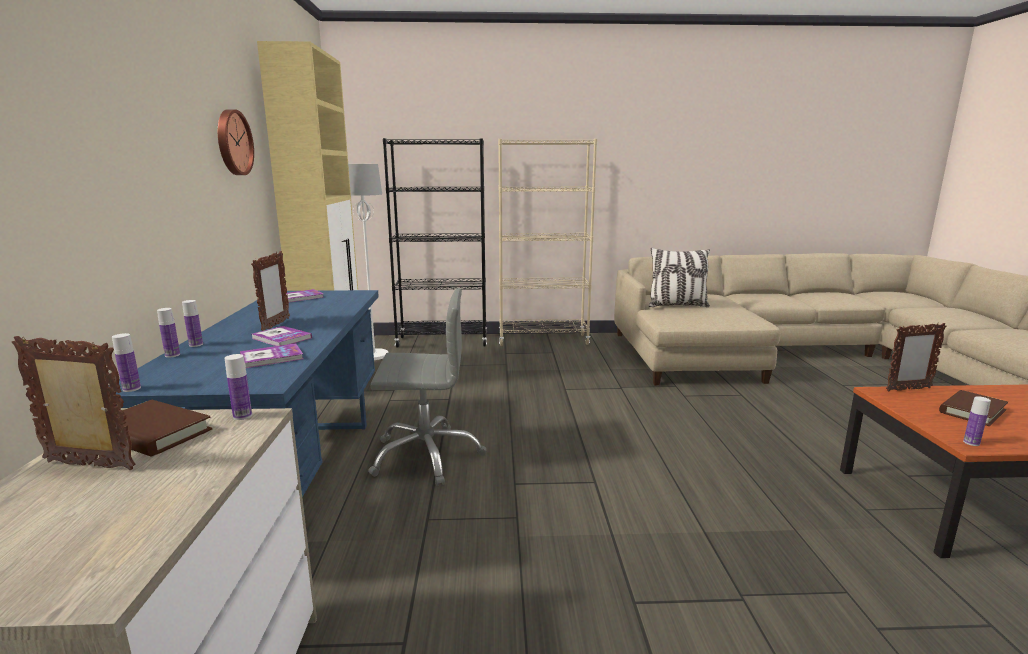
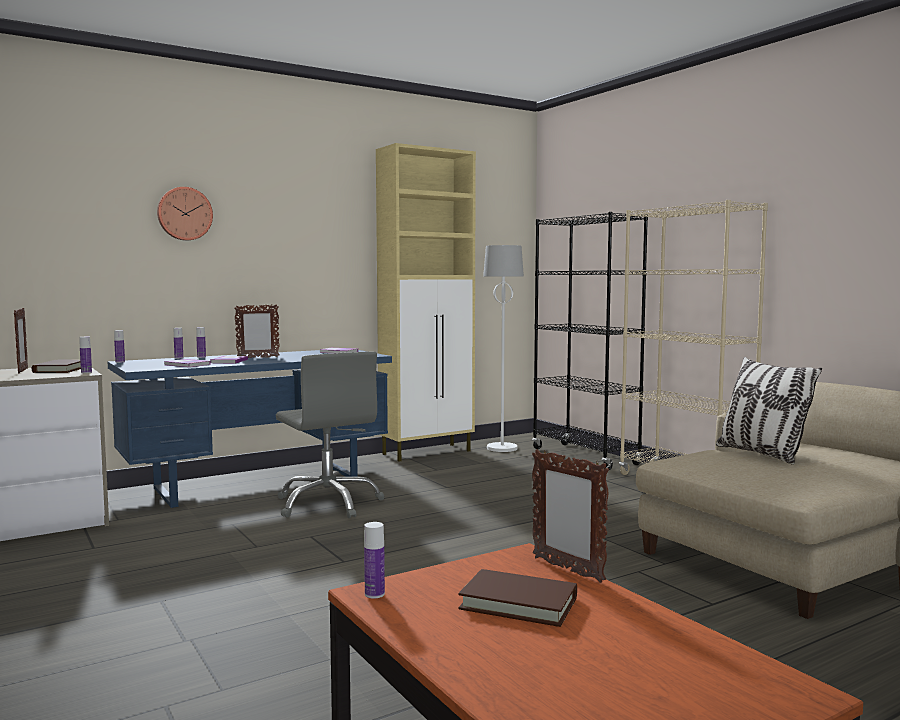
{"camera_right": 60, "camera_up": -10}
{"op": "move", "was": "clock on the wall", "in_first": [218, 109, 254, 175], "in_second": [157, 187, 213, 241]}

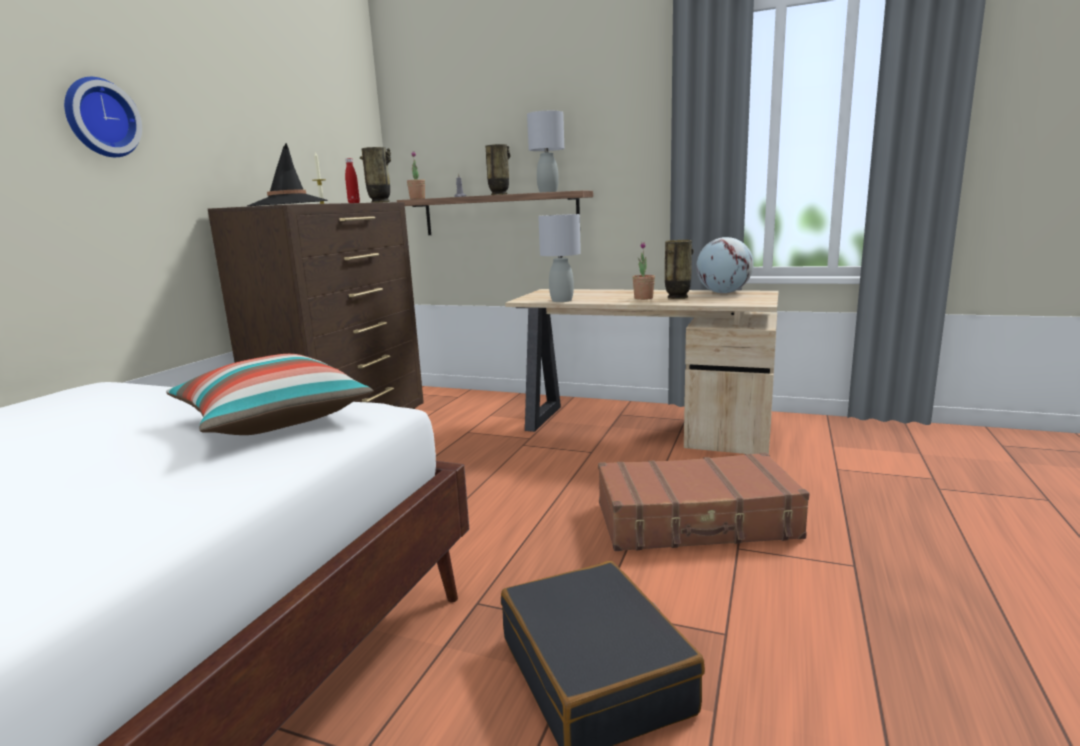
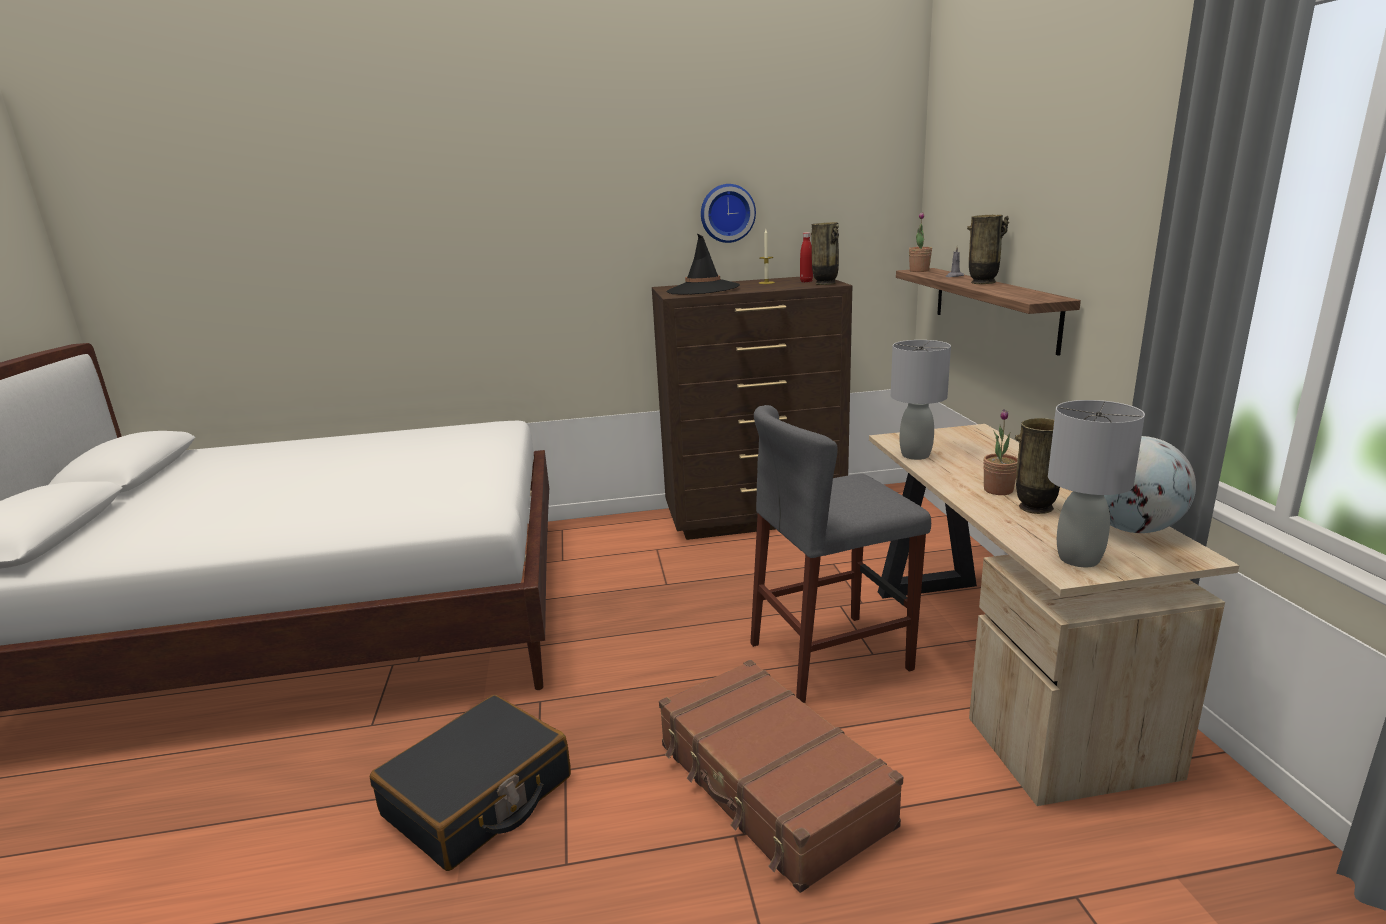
{"camera_right": 60, "camera_up": 5}
{"op": "delete", "was": "cushion", "in_first": [166, 354, 374, 435]}
{"op": "insert", "now": "sitting stool in gray", "in_second": [750, 405, 931, 703]}
{"op": "move", "was": "clock on the wall", "in_first": [64, 77, 142, 157], "in_second": [701, 184, 756, 243]}
{"op": "move", "was": "table lamp in gray", "in_first": [527, 111, 564, 193], "in_second": [1048, 400, 1145, 567]}

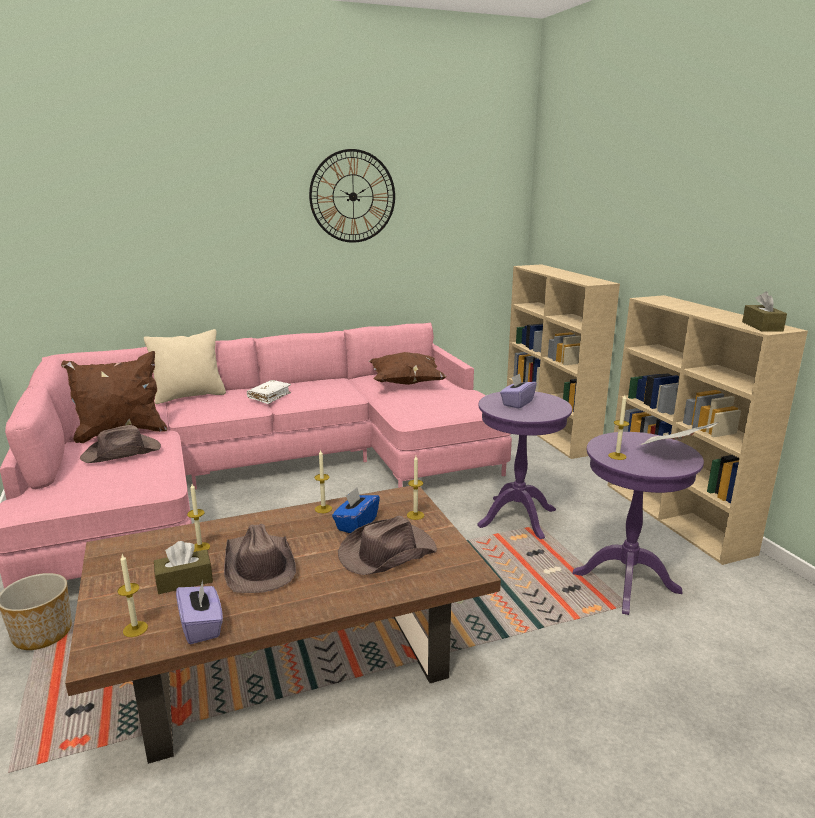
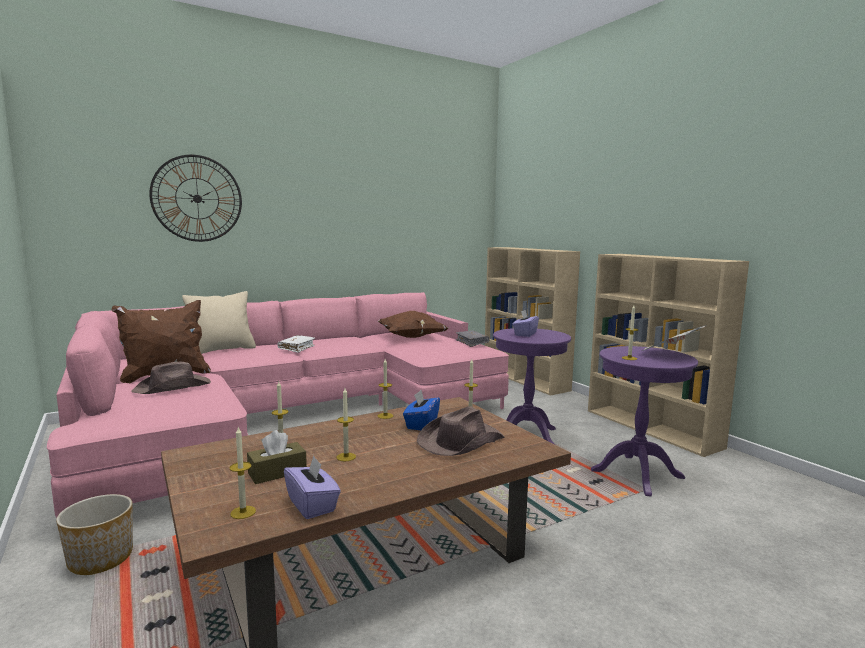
{"camera_right": -10, "camera_up": -10}
{"op": "delete", "was": "tissue box in brown", "in_first": [742, 292, 787, 332]}
{"op": "insert", "now": "volume in gray", "in_second": [456, 330, 490, 347]}
{"op": "move", "was": "clock on the wall", "in_first": [309, 149, 395, 243], "in_second": [149, 154, 242, 242]}
{"op": "replace", "was": "wearable hat in brown", "now": "wax candle", "in_first": [224, 524, 296, 593], "in_second": [337, 388, 356, 461]}

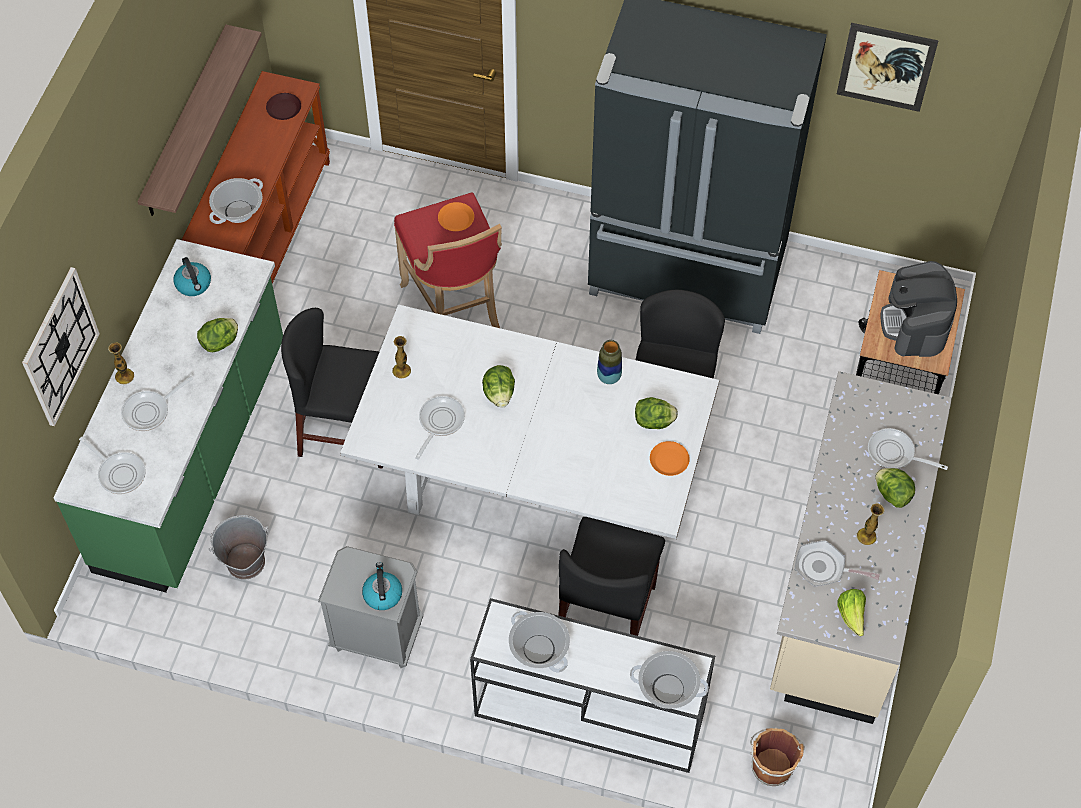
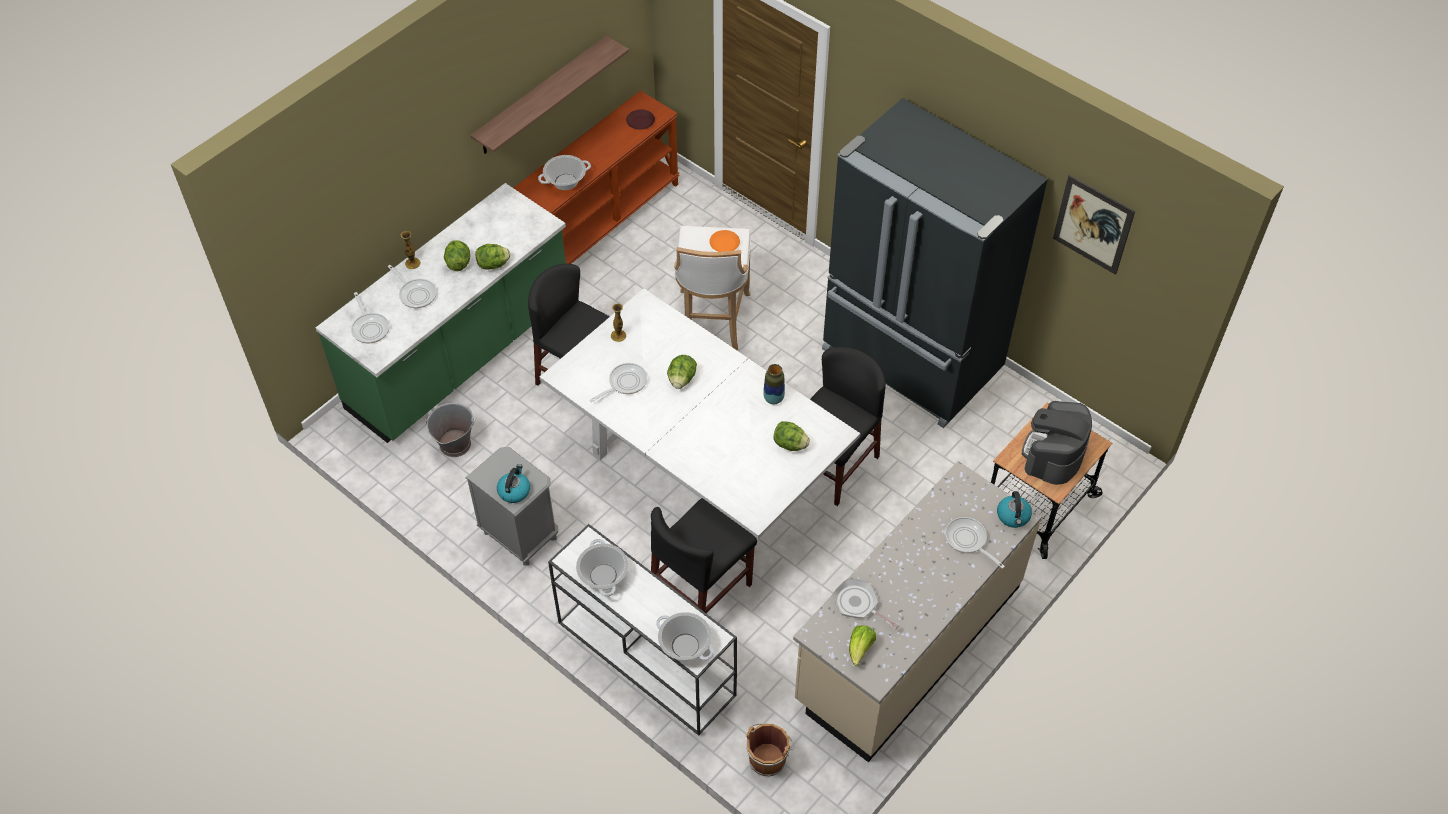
{"camera_right": 25, "camera_up": -5}
{"op": "delete", "was": "clock on the wall", "in_first": [22, 267, 100, 426]}
{"op": "delete", "was": "dinner plate in orangey", "in_first": [650, 441, 690, 476]}
{"op": "delete", "was": "flower vase", "in_first": [857, 503, 885, 545]}
{"op": "move", "was": "kettle", "in_first": [173, 257, 211, 296], "in_second": [997, 491, 1032, 528]}
{"op": "move", "was": "head of lettuce", "in_first": [875, 468, 915, 508], "in_second": [444, 240, 470, 271]}
{"op": "recolor", "was": "sitting stool in reddish", "now": "sitting stool in whitish", "in_first": [394, 193, 502, 328], "in_second": [674, 226, 751, 351]}
{"op": "rotate", "was": "frying pan", "in_first": [121, 376, 193, 431], "in_second": [388, 265, 437, 308], "clockwise": -120}

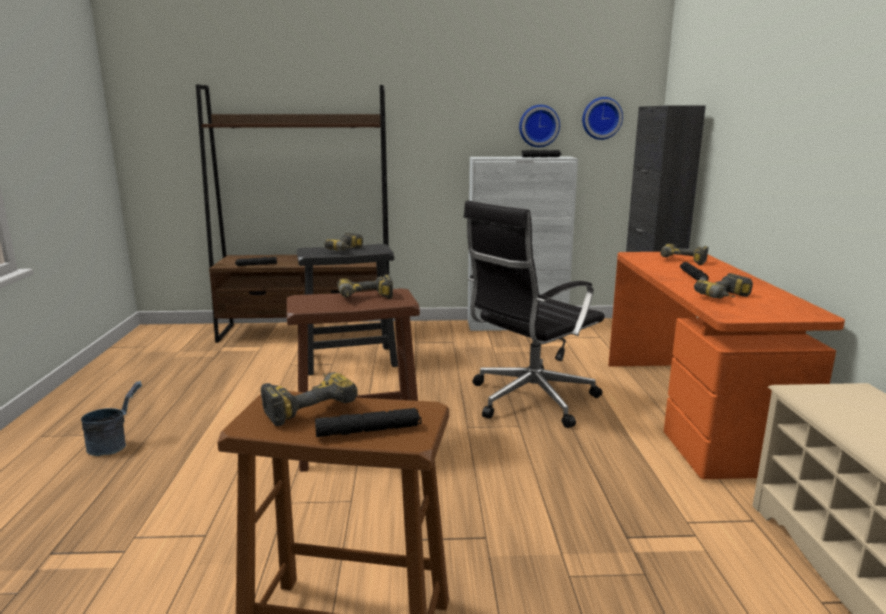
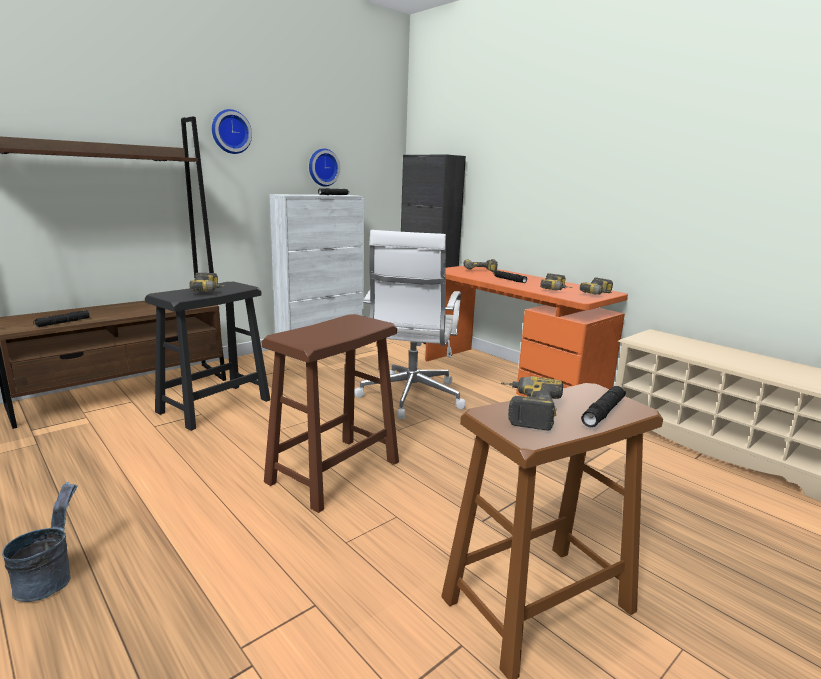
{"camera_right": -40, "camera_up": 0}
{"op": "move", "was": "electric drill", "in_first": [337, 274, 393, 299], "in_second": [580, 277, 613, 295]}
{"op": "move", "was": "clock on the wall", "in_first": [582, 97, 623, 140], "in_second": [212, 109, 252, 154]}
{"op": "recolor", "was": "computer chair in blackish", "now": "computer chair in whitish", "in_first": [464, 201, 604, 428], "in_second": [354, 230, 466, 419]}

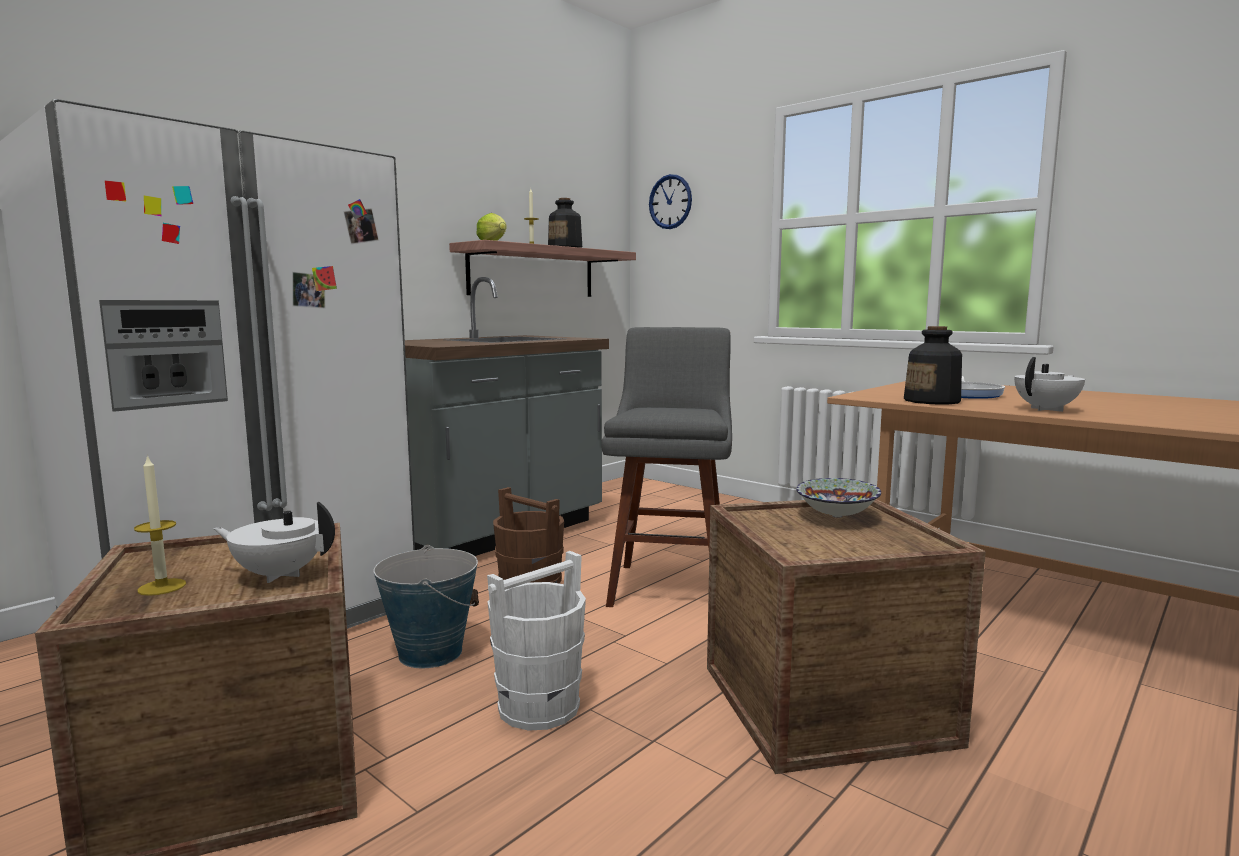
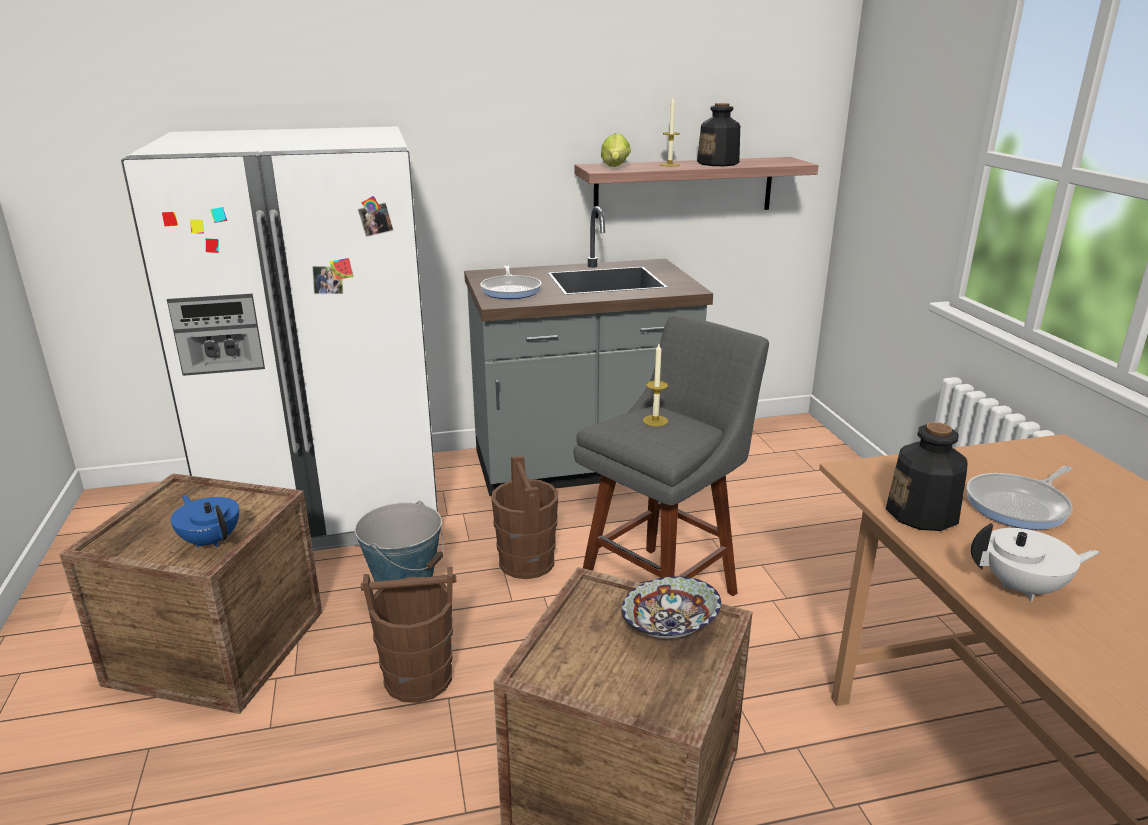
{"camera_right": 35, "camera_up": 15}
{"op": "delete", "was": "clock on the wall", "in_first": [649, 174, 692, 229]}
{"op": "insert", "now": "frying pan", "in_second": [480, 265, 541, 299]}
{"op": "move", "was": "wax candle", "in_first": [134, 455, 186, 596], "in_second": [643, 344, 668, 427]}
{"op": "recolor", "was": "tea pot in whitish", "now": "tea pot in blue", "in_first": [213, 502, 335, 583], "in_second": [170, 495, 239, 548]}
{"op": "recolor", "was": "water bucket in whitish", "now": "water bucket in brown", "in_first": [487, 551, 586, 731], "in_second": [361, 566, 456, 703]}

